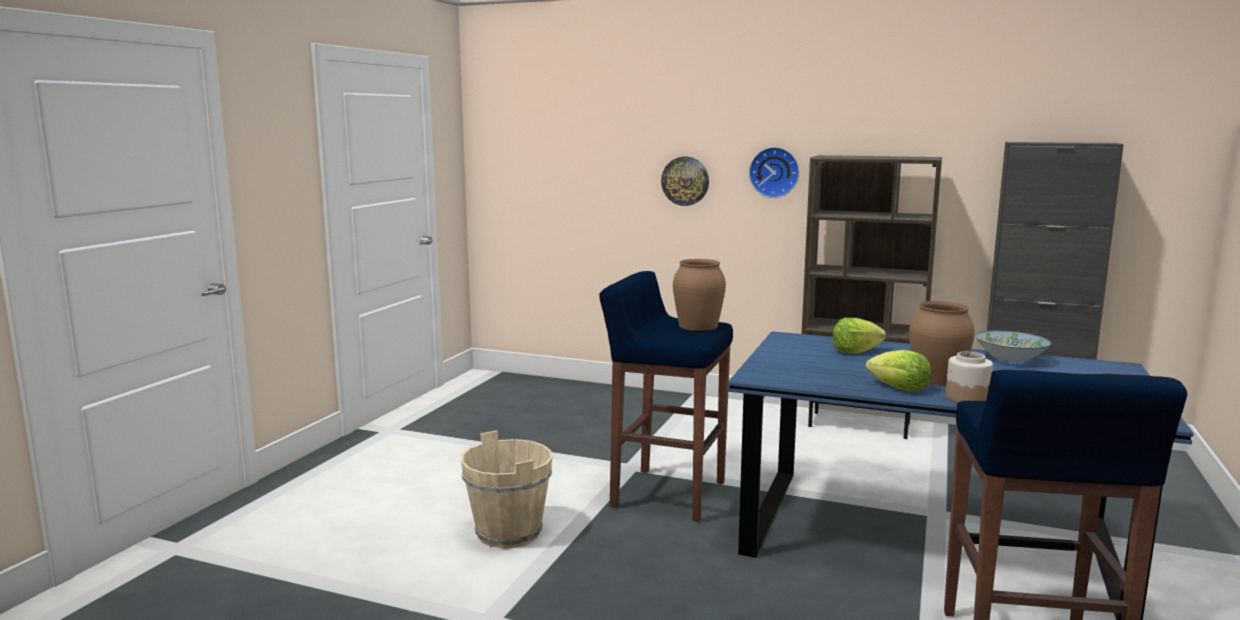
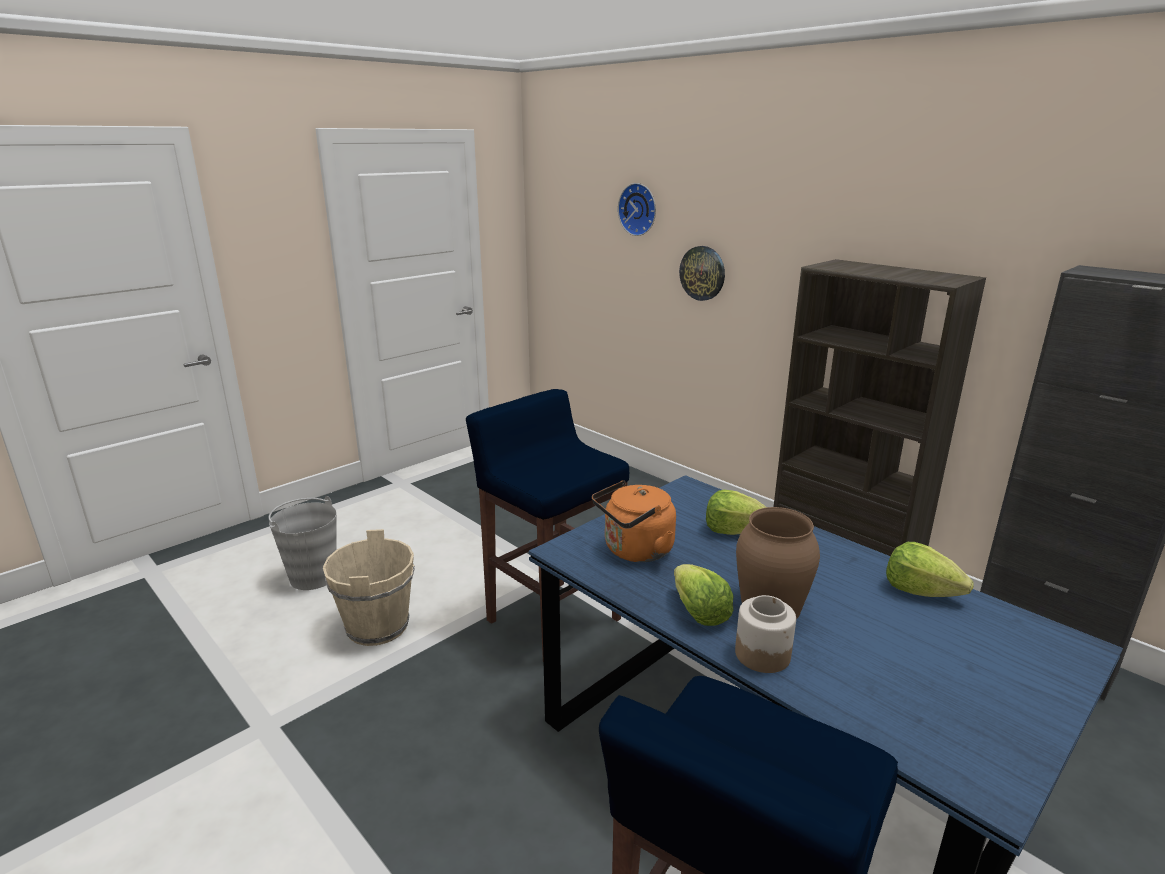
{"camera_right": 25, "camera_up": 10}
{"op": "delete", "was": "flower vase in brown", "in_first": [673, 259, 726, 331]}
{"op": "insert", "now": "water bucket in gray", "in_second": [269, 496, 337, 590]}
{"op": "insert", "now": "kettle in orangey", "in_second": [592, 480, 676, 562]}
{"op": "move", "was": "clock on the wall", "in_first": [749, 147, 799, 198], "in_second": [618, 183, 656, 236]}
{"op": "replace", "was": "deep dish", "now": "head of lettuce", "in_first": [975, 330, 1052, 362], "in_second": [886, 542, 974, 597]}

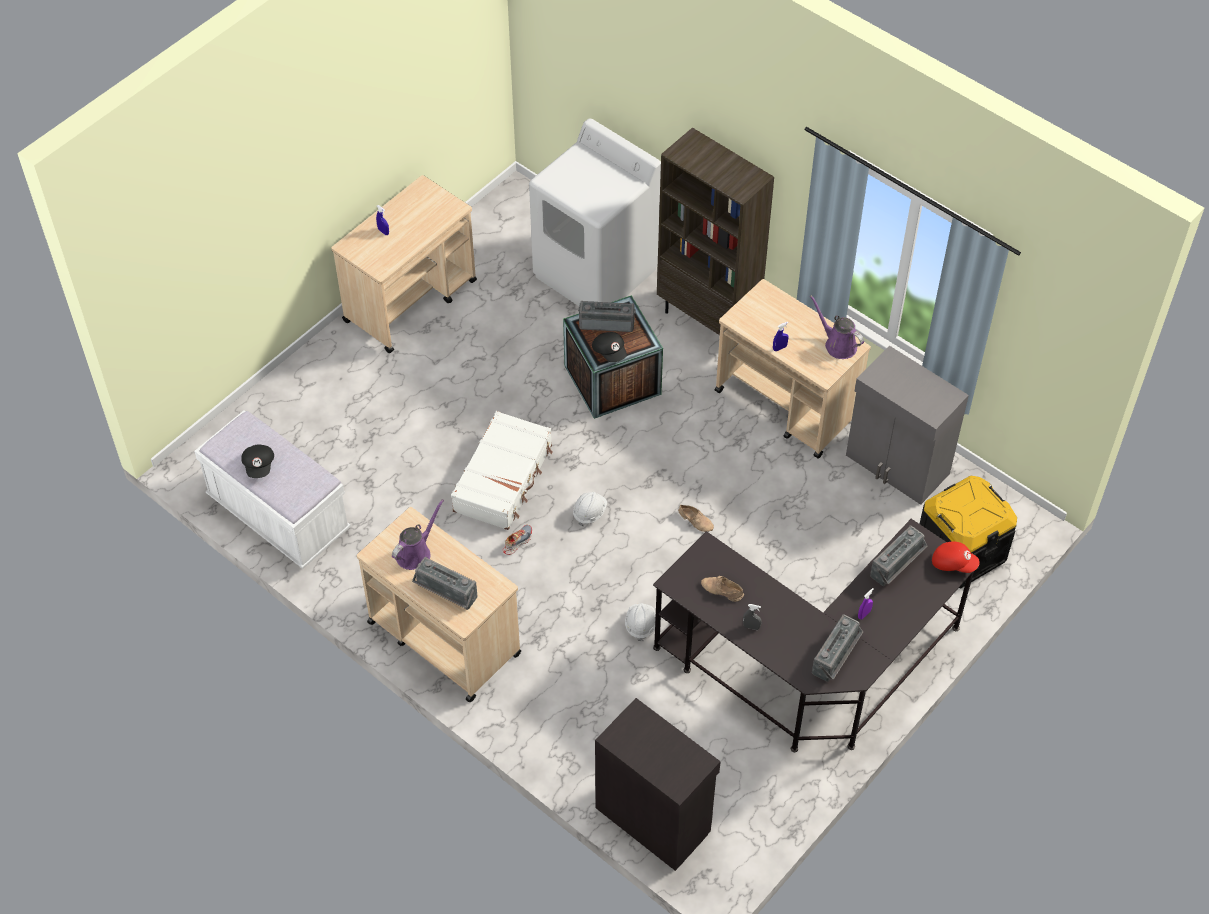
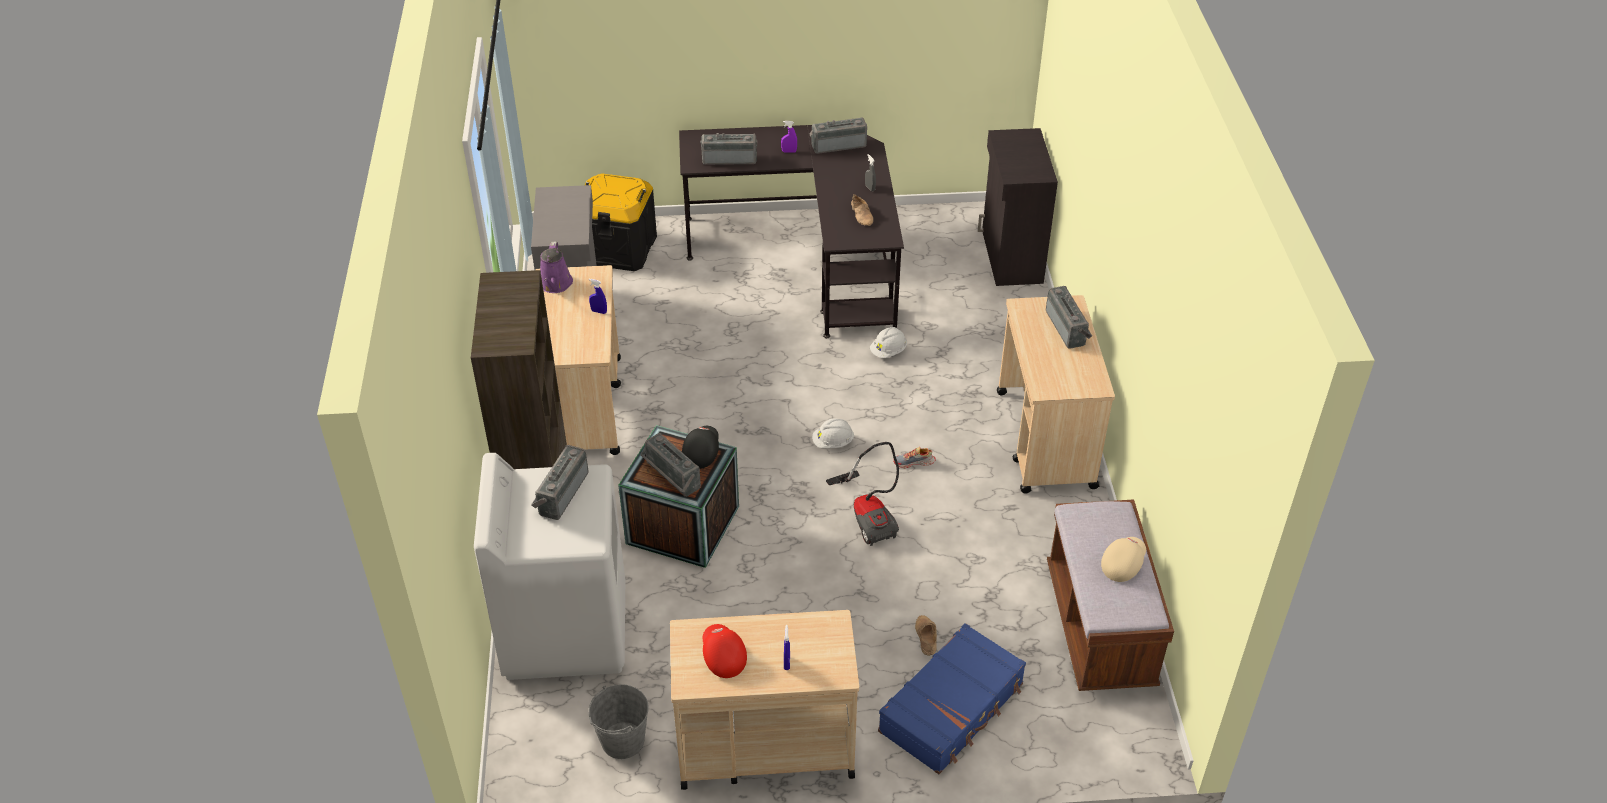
{"camera_right": -135, "camera_up": -10}
{"op": "delete", "was": "watering can in purple", "in_first": [392, 499, 444, 570]}
{"op": "insert", "now": "radio set", "in_second": [531, 445, 588, 520]}
{"op": "insert", "now": "water bucket in gray", "in_second": [588, 684, 649, 759]}
{"op": "insert", "now": "travel case in blue", "in_second": [878, 623, 1026, 774]}
{"op": "move", "was": "shoe in beige", "in_first": [678, 505, 714, 532], "in_second": [915, 615, 937, 656]}
{"op": "move", "was": "baseball cap in reddish", "in_first": [932, 541, 980, 573], "in_second": [703, 624, 747, 678]}
{"op": "replace", "was": "travel case in whitish", "now": "vacuum cleaner", "in_first": [451, 411, 553, 530], "in_second": [826, 442, 899, 546]}
{"op": "recolor", "was": "bench in whitish", "now": "bench in brown", "in_first": [194, 410, 351, 569], "in_second": [1047, 499, 1174, 691]}
{"op": "recolor", "was": "baseball cap in blackish", "now": "baseball cap in beige", "in_first": [241, 444, 274, 478], "in_second": [1101, 537, 1146, 582]}

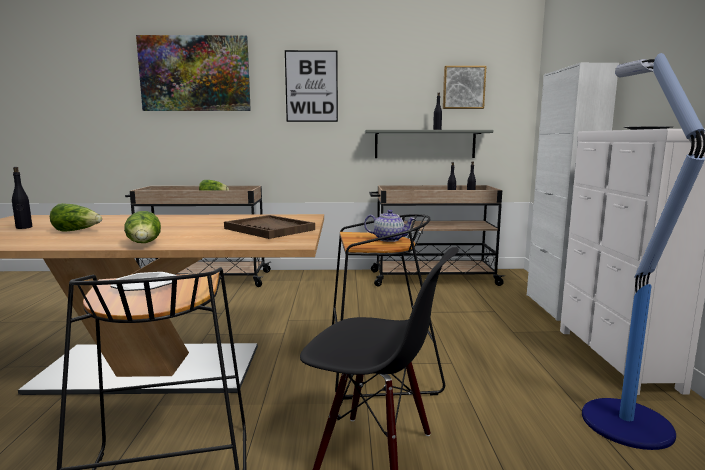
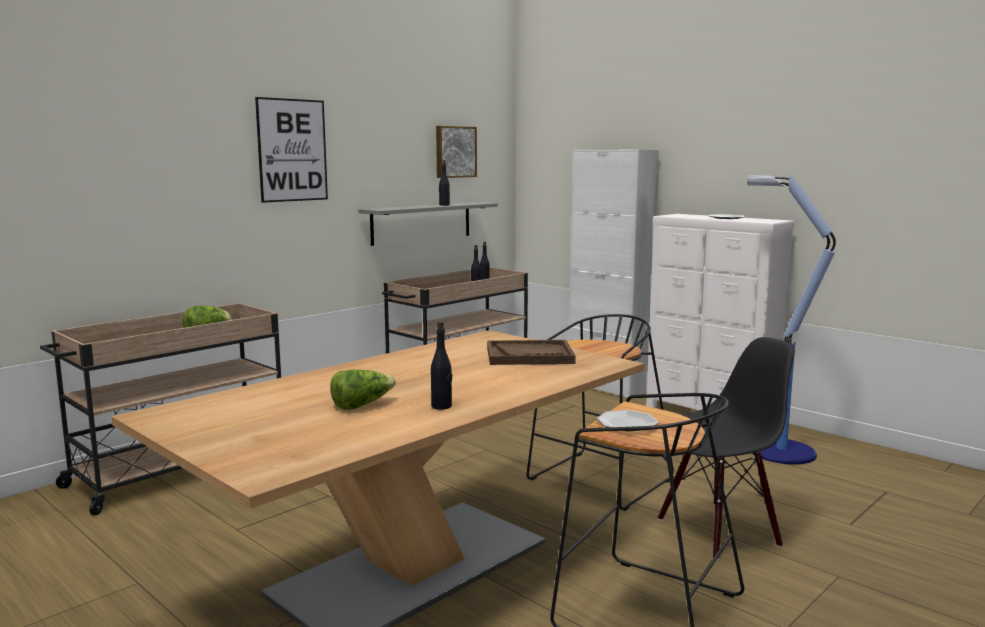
{"camera_right": -45, "camera_up": 0}
{"op": "delete", "was": "head of lettuce", "in_first": [124, 211, 161, 243]}
{"op": "delete", "was": "wall art", "in_first": [136, 35, 251, 111]}
{"op": "delete", "was": "tea pot", "in_first": [364, 210, 415, 242]}
{"op": "move", "was": "beverage bottle in blackish", "in_first": [12, 167, 32, 229], "in_second": [431, 321, 452, 410]}

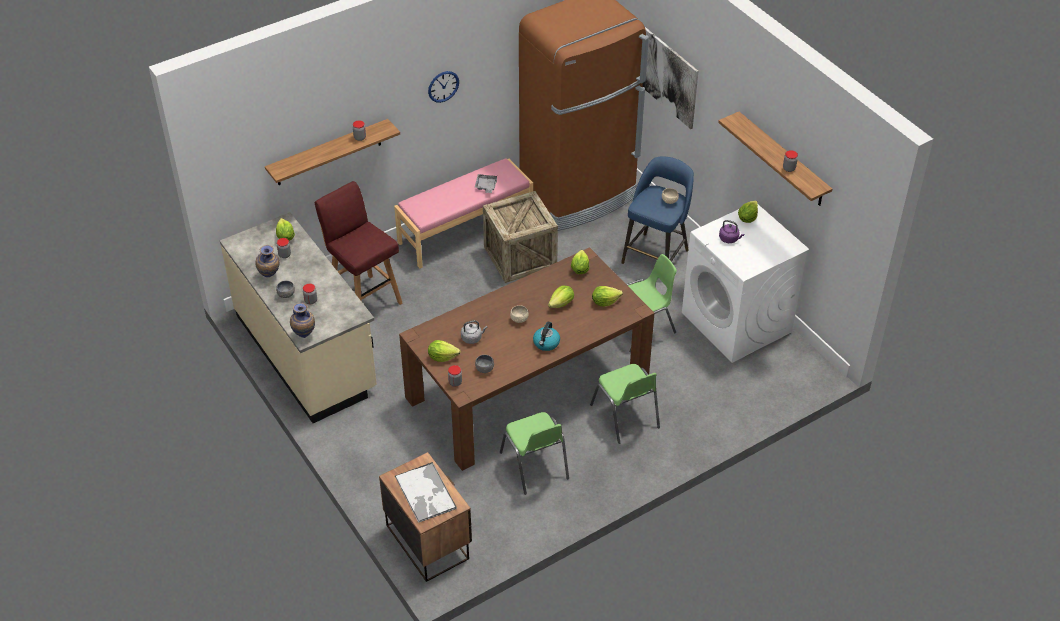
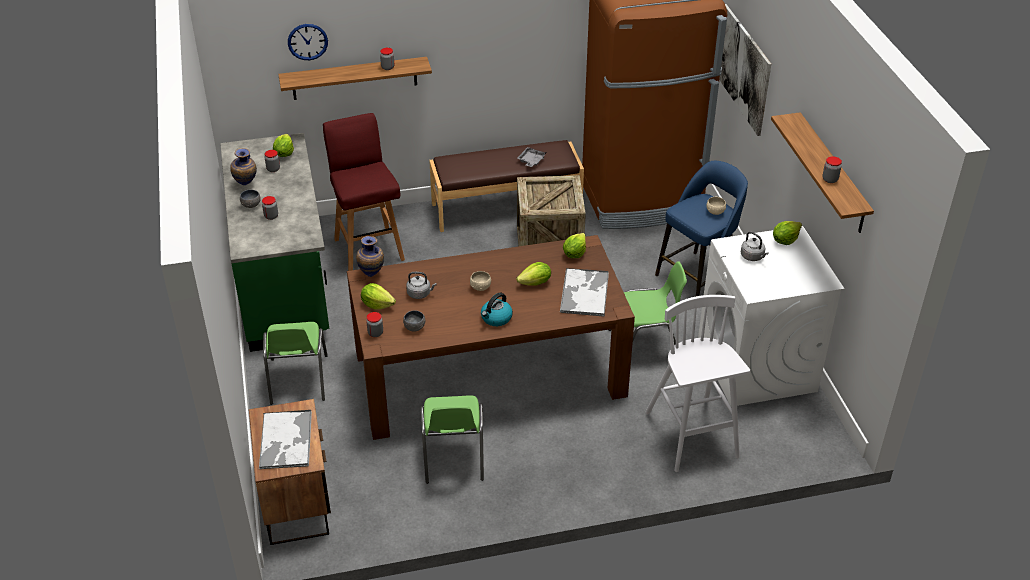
{"camera_right": 20, "camera_up": -5}
{"op": "insert", "now": "sitting stool in whitish", "in_second": [645, 295, 750, 472]}
{"op": "move", "was": "flower vase", "in_first": [290, 303, 315, 338], "in_second": [356, 236, 384, 277]}
{"op": "move", "was": "clock on the wall", "in_first": [428, 71, 459, 103], "in_second": [288, 24, 328, 60]}
{"op": "move", "was": "chair in green", "in_first": [590, 364, 660, 444], "in_second": [263, 322, 328, 405]}
{"op": "replace", "was": "head of lettuce", "now": "carrying tray", "in_first": [592, 286, 623, 307], "in_second": [560, 268, 609, 317]}
{"op": "recolor", "was": "kitchen base unit in beige", "now": "kitchen base unit in green", "in_first": [220, 212, 377, 423], "in_second": [220, 133, 329, 352]}
{"op": "recolor", "was": "bench in pinkish", "now": "bench in brown", "in_first": [394, 158, 533, 268], "in_second": [429, 140, 584, 232]}
{"op": "recolor", "was": "kettle in purple", "now": "kettle in gray", "in_first": [719, 220, 744, 243], "in_second": [741, 231, 769, 261]}

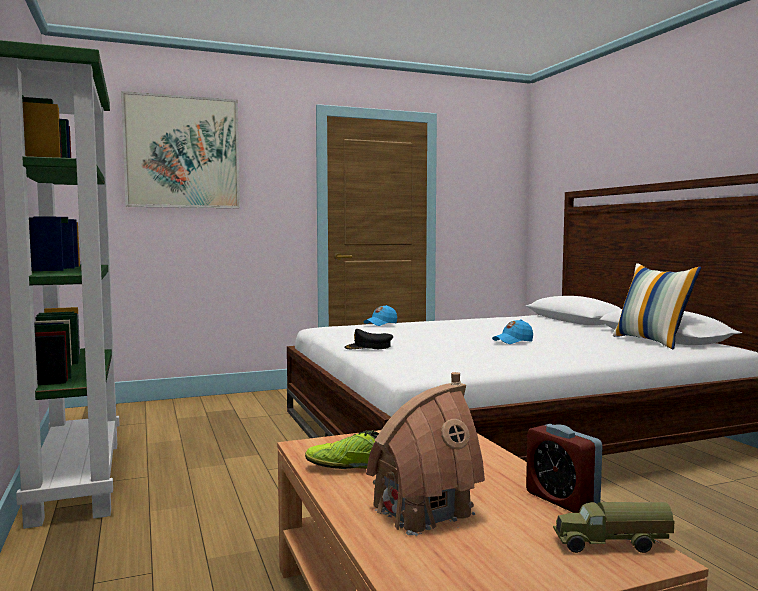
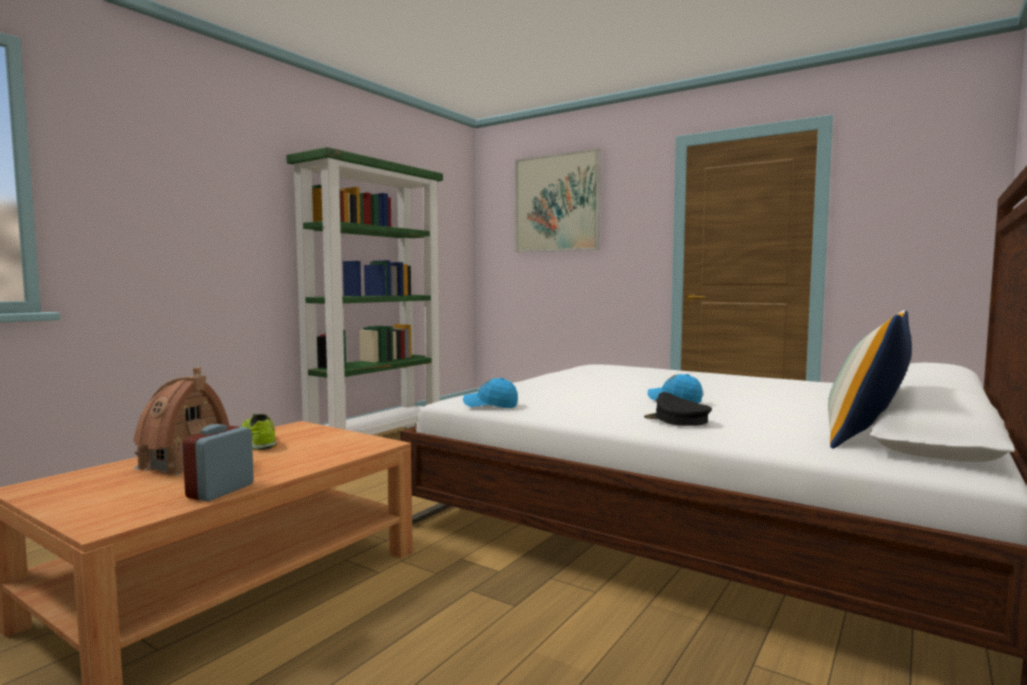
{"camera_right": 55, "camera_up": 0}
{"op": "delete", "was": "toy truck", "in_first": [553, 502, 674, 553]}
{"op": "move", "was": "baseball cap in blackish", "in_first": [344, 329, 393, 349], "in_second": [644, 392, 712, 426]}
{"op": "move", "was": "baseball cap in blue", "in_first": [364, 305, 397, 326], "in_second": [463, 378, 518, 408]}

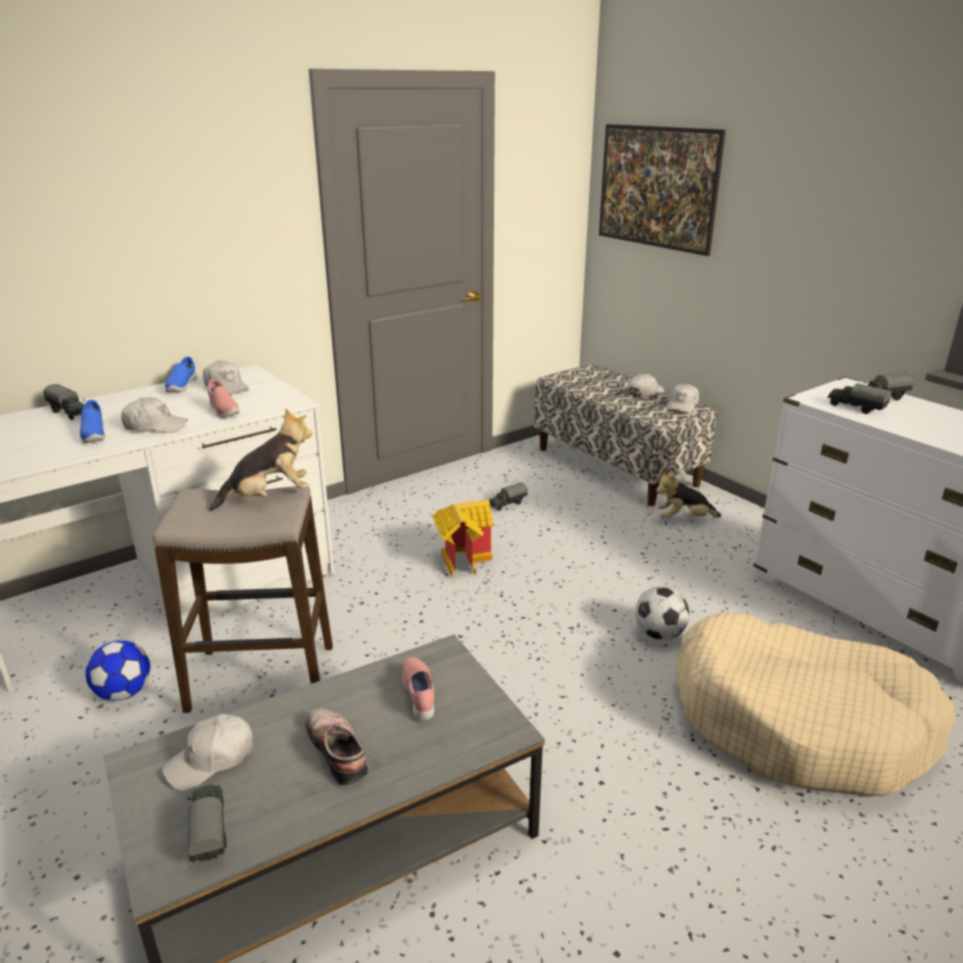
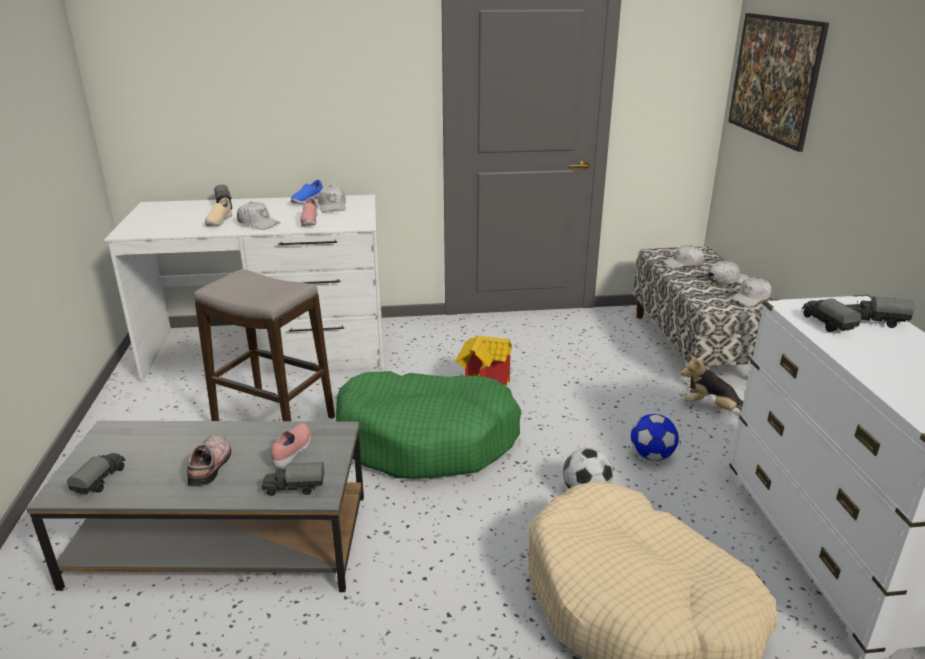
{"camera_right": 30, "camera_up": 0}
{"op": "delete", "was": "plush toy", "in_first": [209, 409, 312, 511]}
{"op": "insert", "now": "dog cushion in green", "in_second": [336, 371, 521, 478]}
{"op": "move", "was": "football ball", "in_first": [85, 640, 150, 701], "in_second": [631, 414, 679, 461]}
{"op": "move", "was": "baseball cap in whitish", "in_first": [162, 714, 253, 791], "in_second": [663, 245, 704, 269]}
{"op": "move", "was": "toy truck", "in_first": [489, 482, 528, 511], "in_second": [261, 462, 324, 496]}
{"op": "recolor", "was": "shoe in blue", "now": "shoe in beige", "in_first": [80, 400, 105, 443], "in_second": [205, 198, 232, 226]}

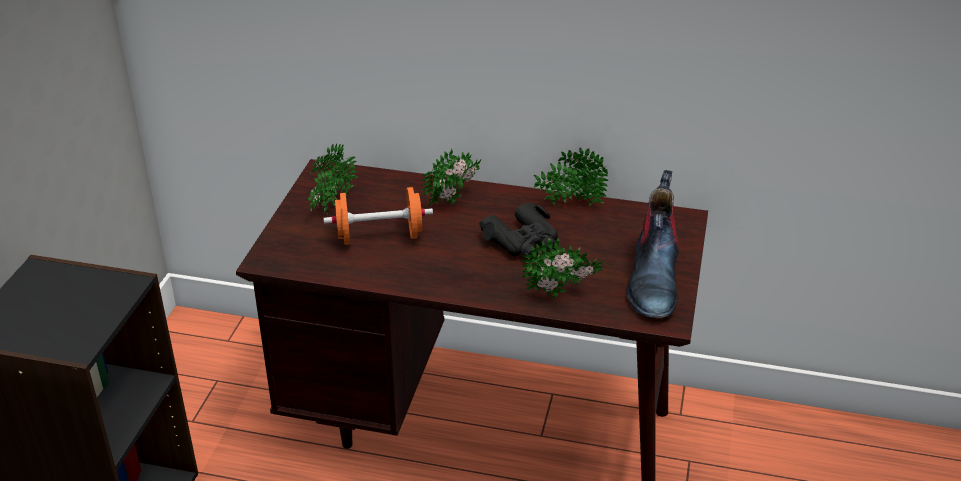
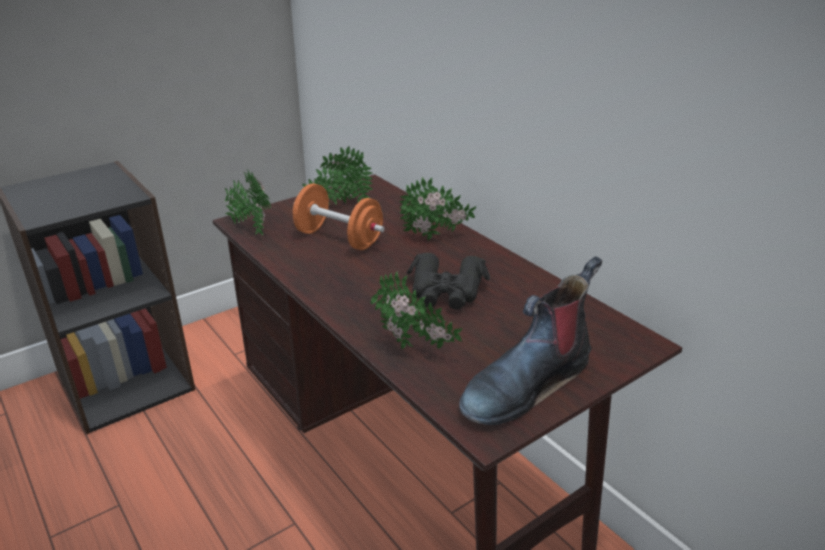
{"camera_right": 40, "camera_up": -5}
{"op": "move", "was": "potted plant", "in_first": [534, 148, 608, 206], "in_second": [225, 169, 271, 235]}

